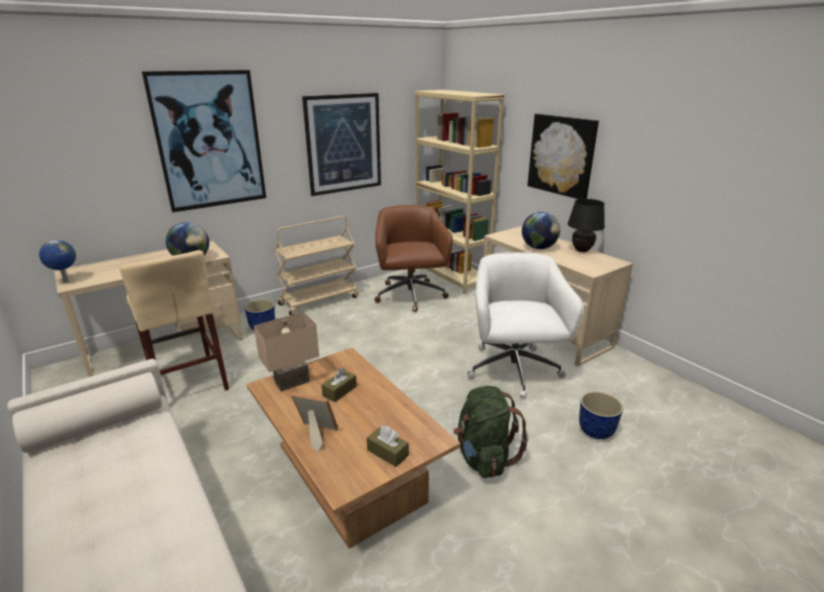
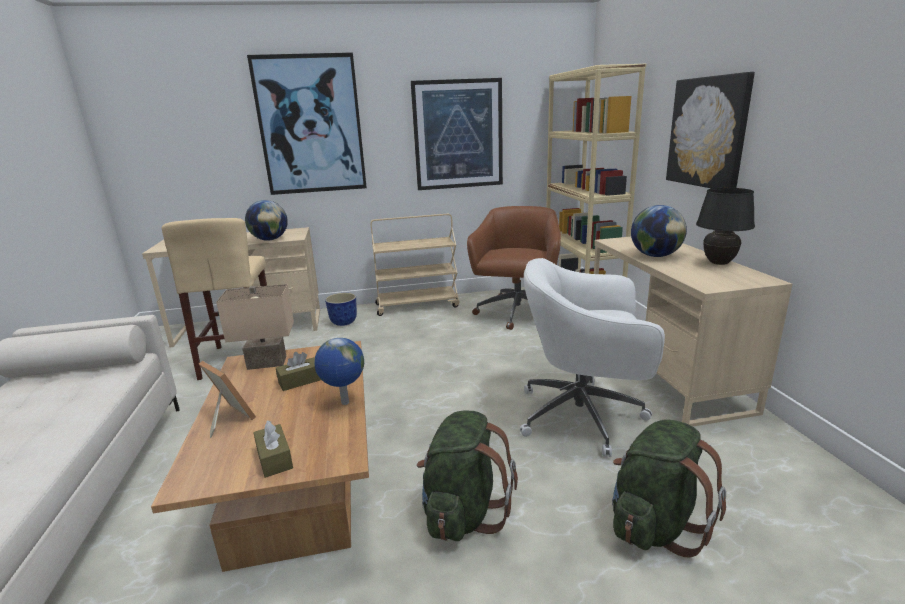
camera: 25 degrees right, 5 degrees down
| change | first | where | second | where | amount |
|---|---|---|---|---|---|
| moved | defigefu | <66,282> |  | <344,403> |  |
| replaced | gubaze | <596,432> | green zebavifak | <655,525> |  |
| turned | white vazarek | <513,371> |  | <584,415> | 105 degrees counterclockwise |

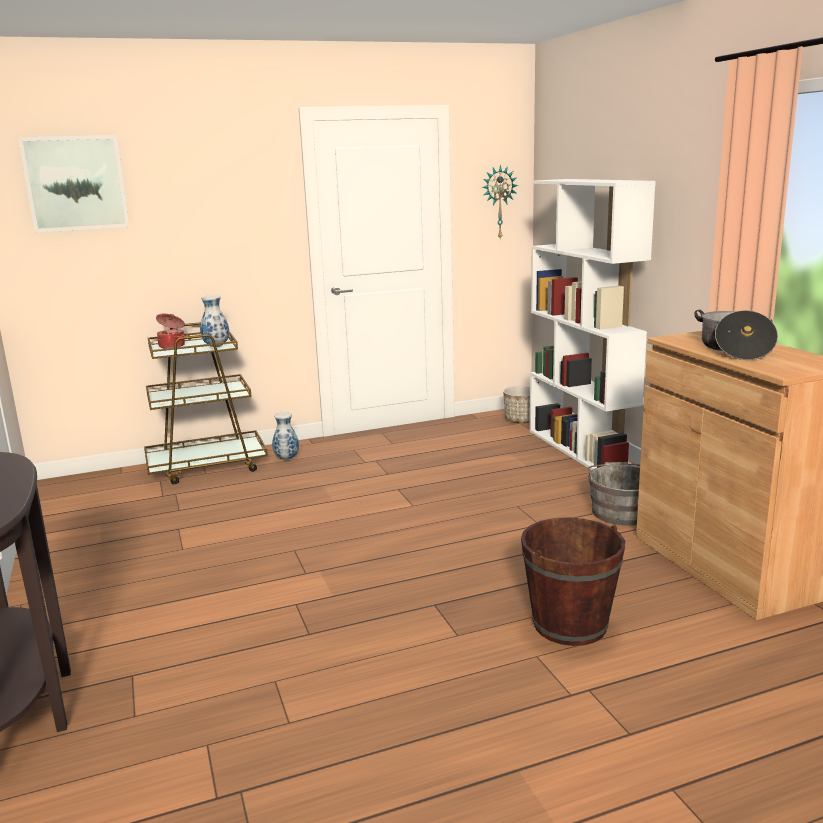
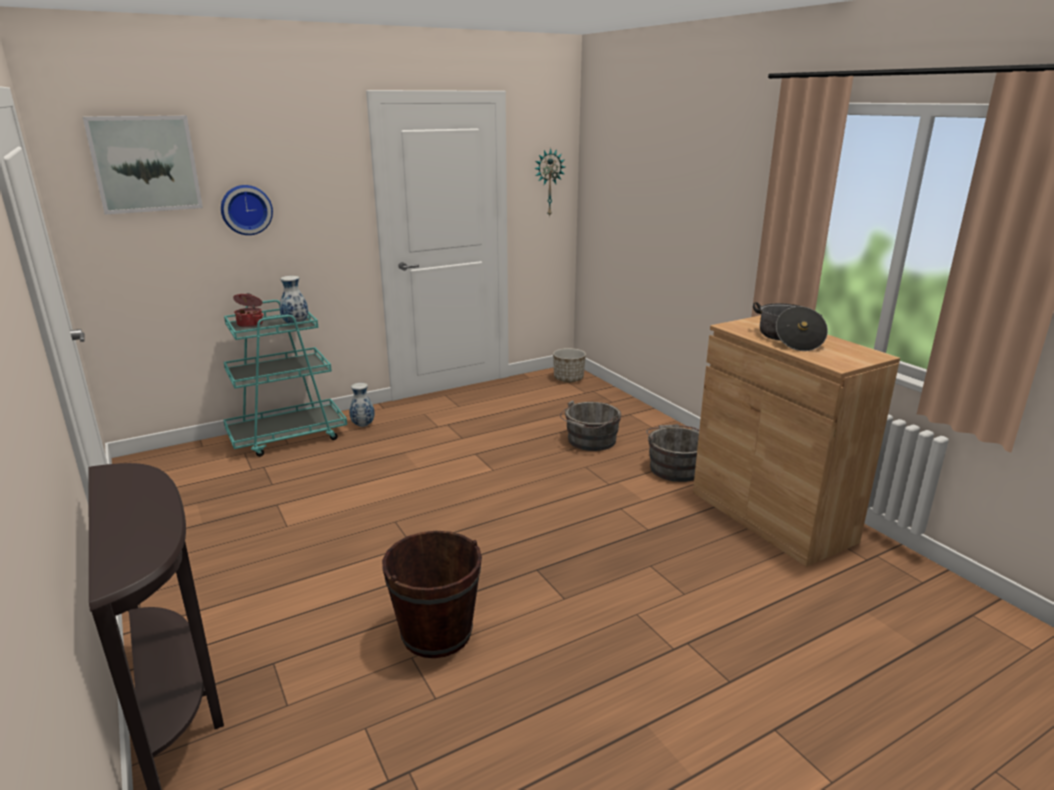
camera: 10 degrees left, 5 degrees up
| change | first | where | second | where | amount |
|---|---|---|---|---|---|
| removed | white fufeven | <581,449> |  |  |  |
| added |  |  | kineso | <246,209> |  |
| added |  |  | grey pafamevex | <590,441> |  |
| moved | brown pafamevex | <569,624> |  | <436,633> |  |
| recoloured | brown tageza | <207,467> | turquoise tageza | <288,436> |  |

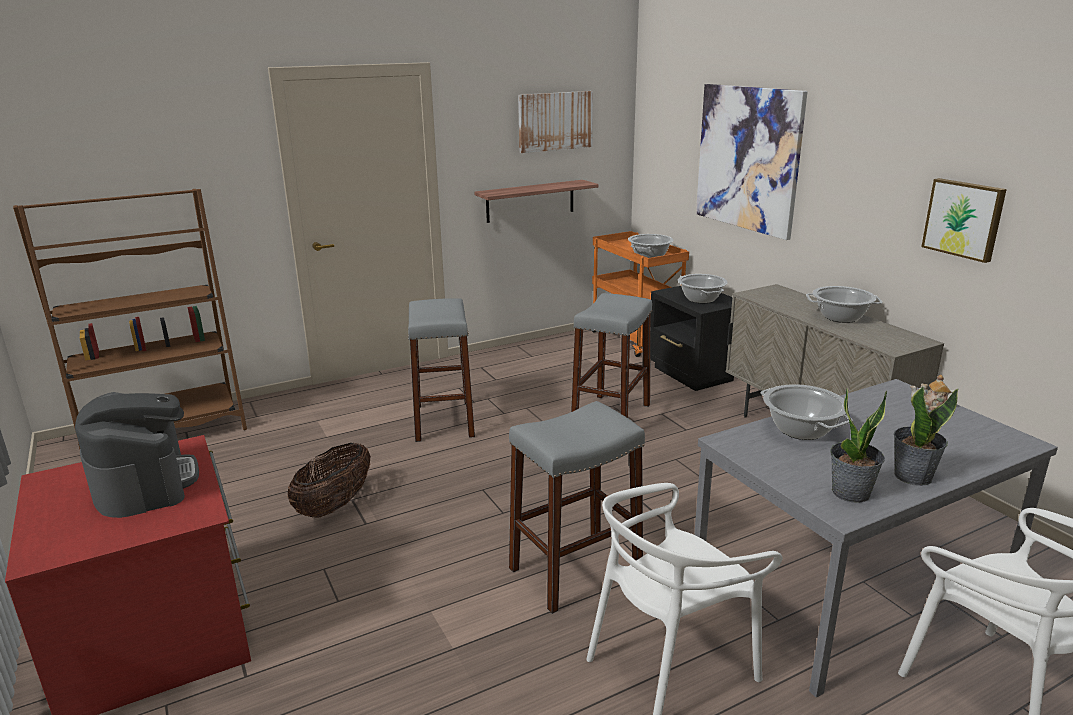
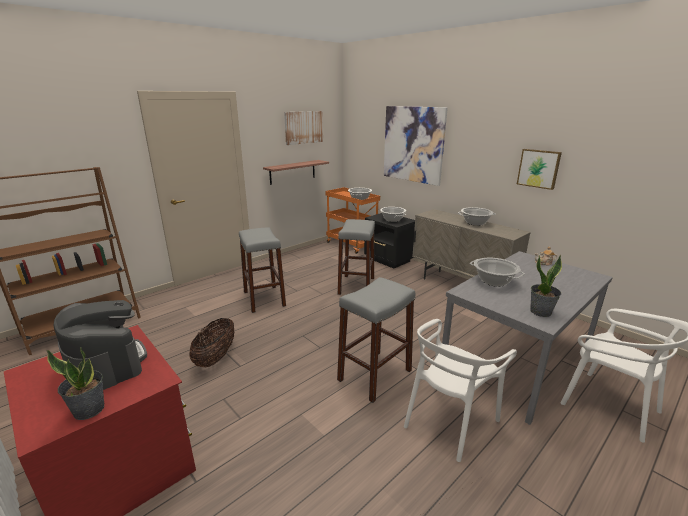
camera: 15 degrees left, 0 degrees up
| change | first | where | second | where | amount |
|---|---|---|---|---|---|
| moved | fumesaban | <912,476> |  | <89,409> |  |

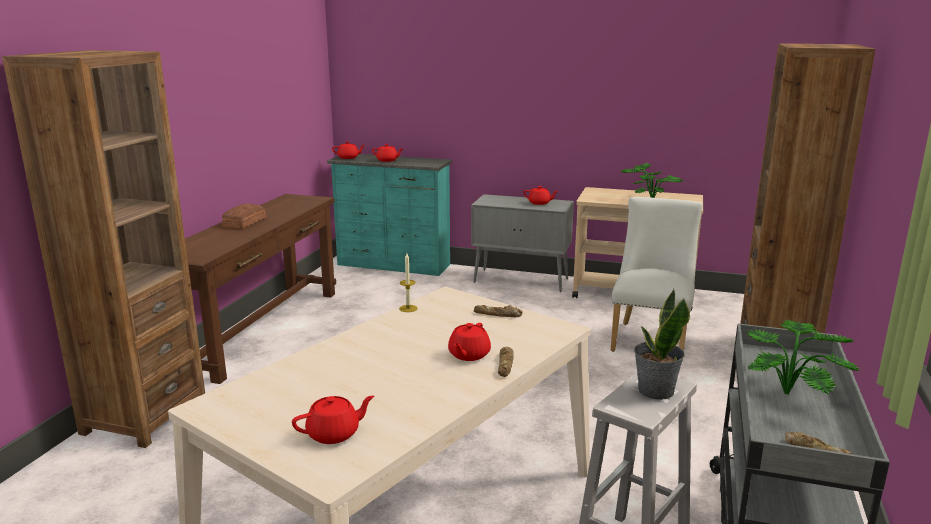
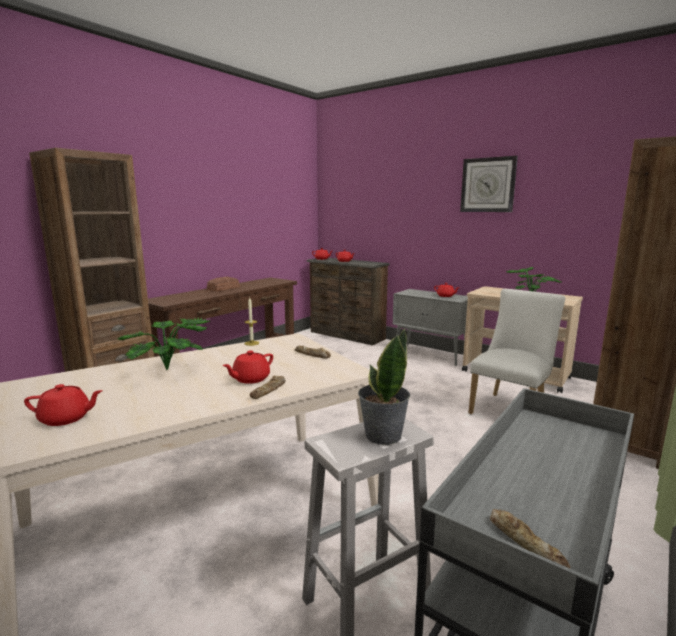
camera: 20 degrees right, 5 degrees down
| change | first | where | second | where | amount |
|---|---|---|---|---|---|
| added |  |  | kineso | <488,185> |  |
| moved | fumesaban | <793,394> |  | <171,370> |  |
| recoloured | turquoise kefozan | <393,265> | brown kefozan | <346,336> |  |

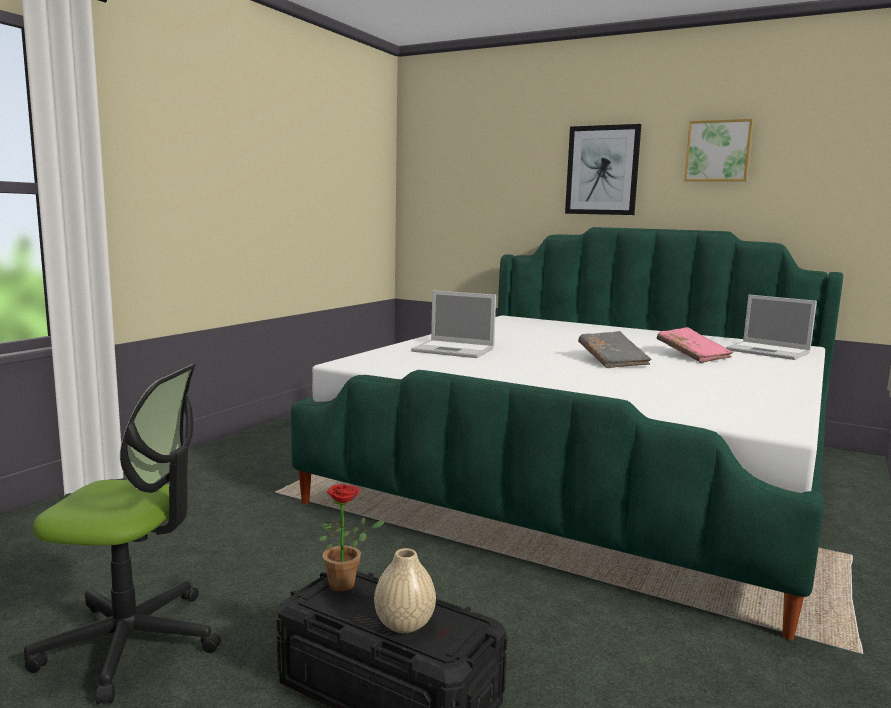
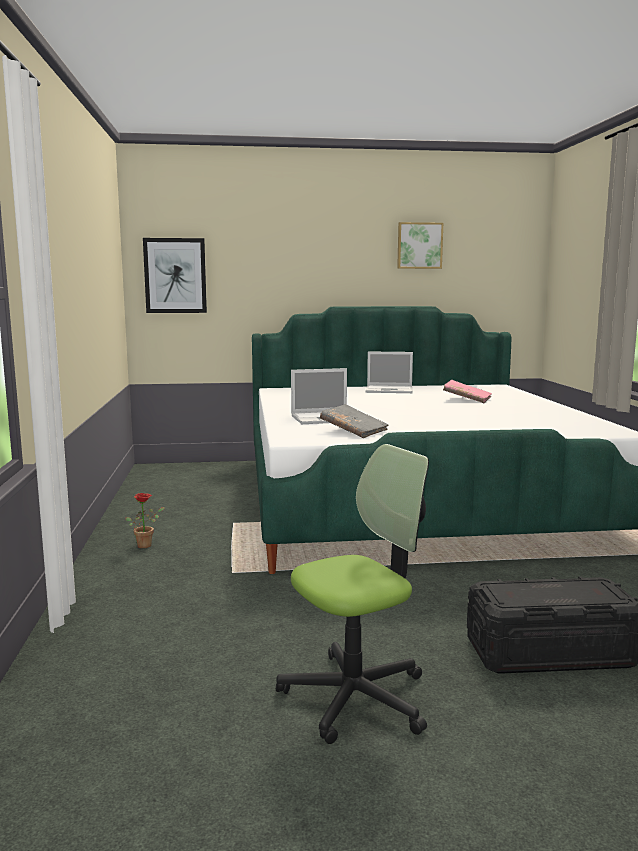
camera: 35 degrees left, 0 degrees up
| change | first | where | second | where | amount |
|---|---|---|---|---|---|
| removed | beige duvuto | <404,623> |  |  |  |
| moved | fumesaban | <347,584> |  | <147,545> |  |
| moved | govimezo | <602,170> |  | <175,275> |  |
| moved | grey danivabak | <612,361> |  | <353,431> |  |
| moved | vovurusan | <769,351> |  | <390,390> |  |

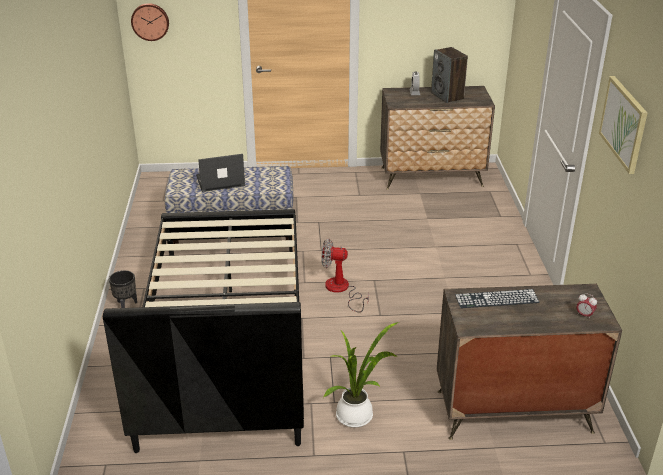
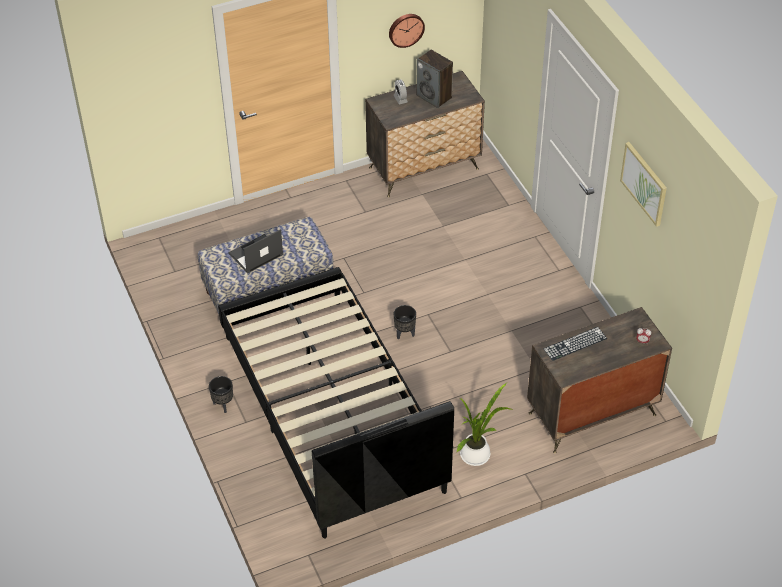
camera: 20 degrees left, 15 degrees up
| change | first | where | second | where | amount |
|---|---|---|---|---|---|
| moved | kineso | <150,21> |  | <405,29> |  |
| replaced | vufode | <341,290> | black gubaze | <405,334> |  |

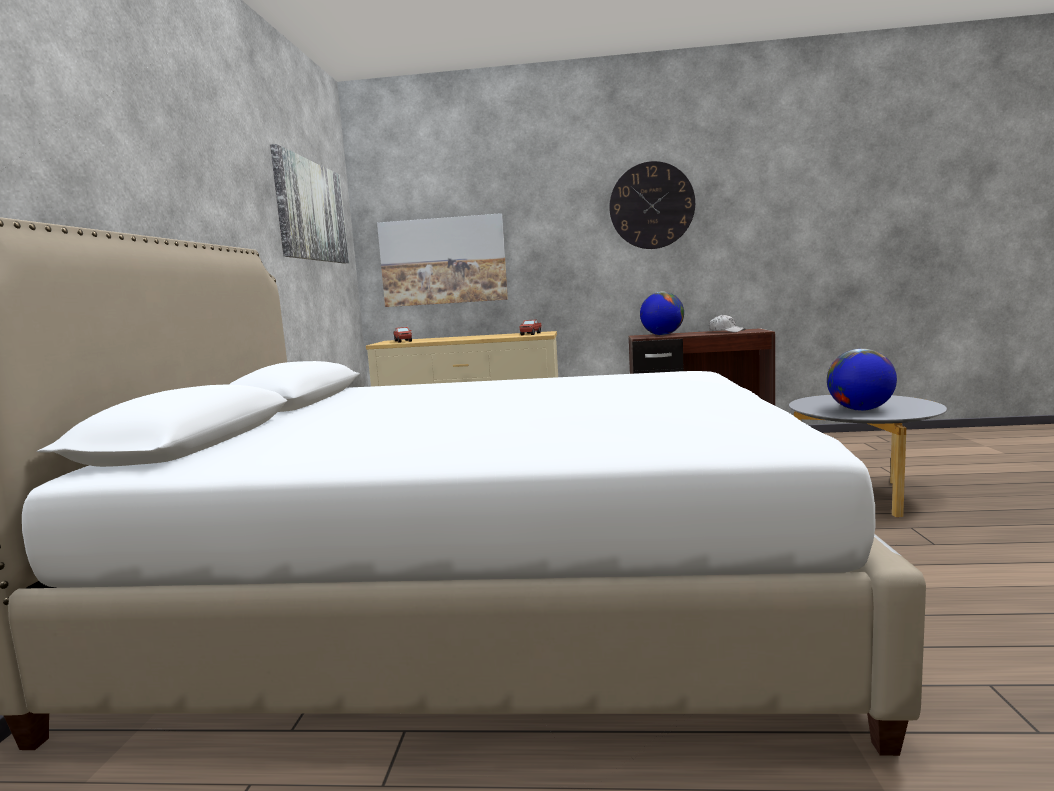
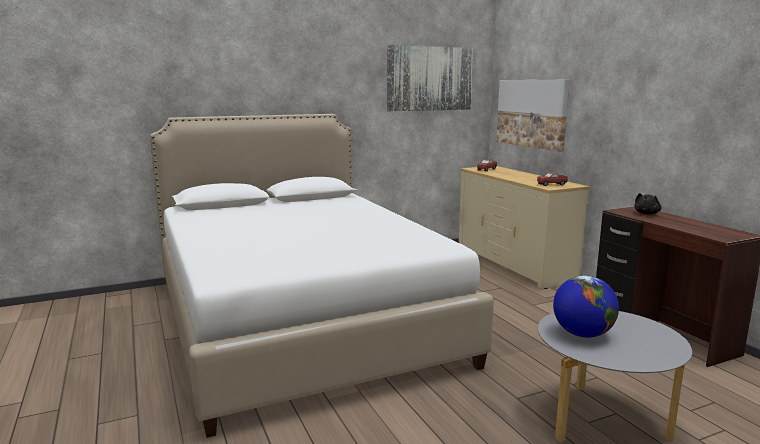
camera: 60 degrees right, 5 degrees up
| change | first | where | second | where | amount |
|---|---|---|---|---|---|
| removed | kineso | <651,205> |  |  |  |
| removed | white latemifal | <726,331> |  |  |  |
| replaced | defigefu | <662,335> | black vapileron | <647,213> |  |

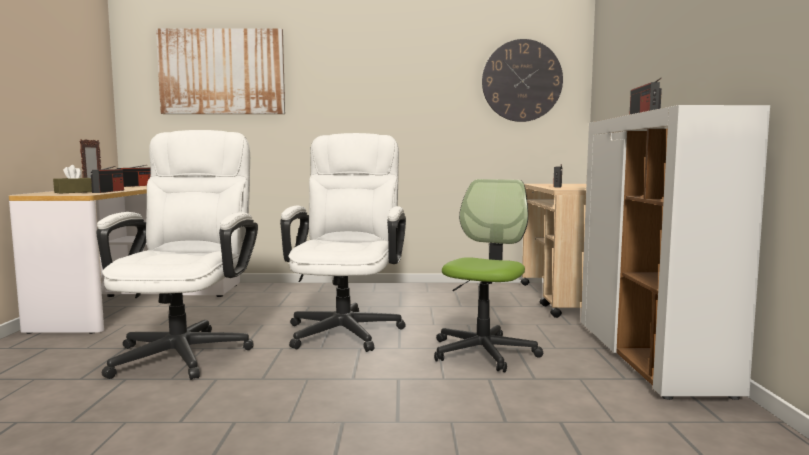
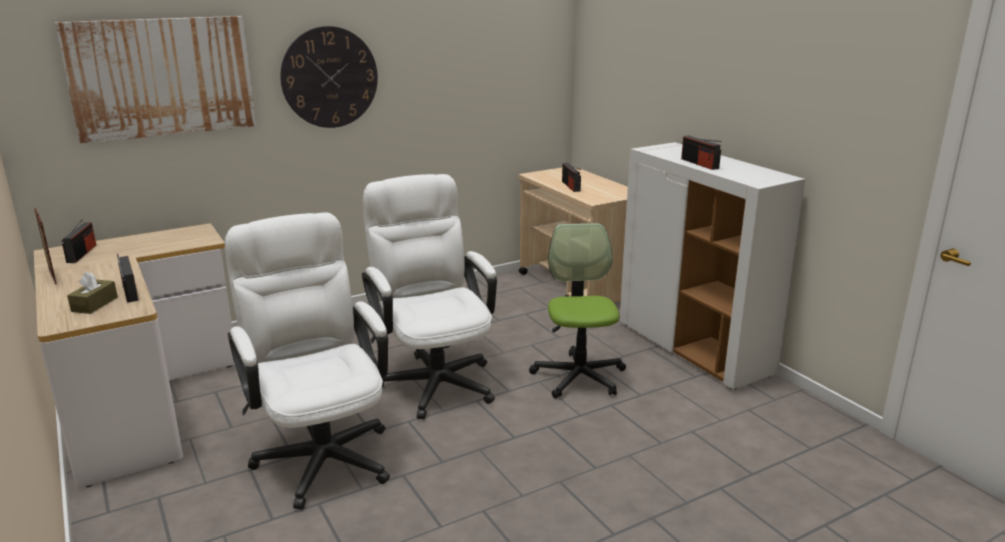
camera: 30 degrees left, 15 degrees up
| change | first | where | second | where | amount |
|---|---|---|---|---|---|
| moved | kineso | <522,81> |  | <329,77> |  |

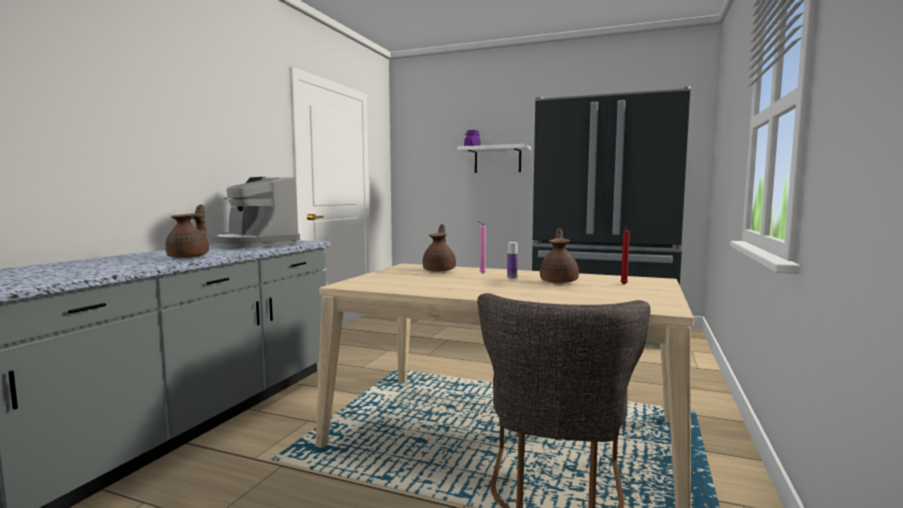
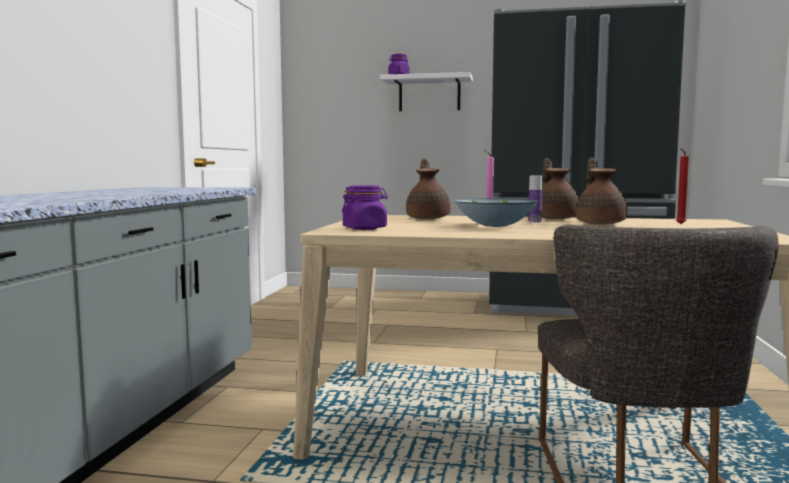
camera: 10 degrees left, 0 degrees up
| change | first | where | second | where | amount |
|---|---|---|---|---|---|
| removed | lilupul | <254,244> |  |  |  |
| added |  |  | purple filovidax | <365,228> |  |
| added |  |  | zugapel | <495,226> |  |
| moved | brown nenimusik | <190,257> |  | <556,218> |  |

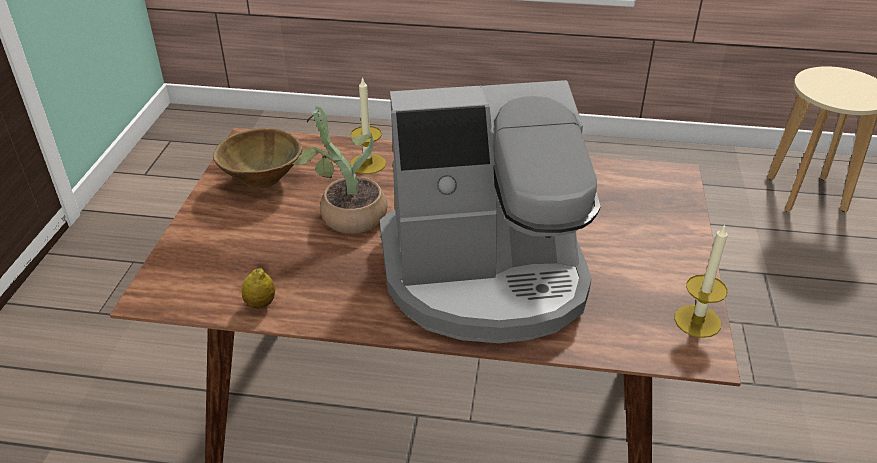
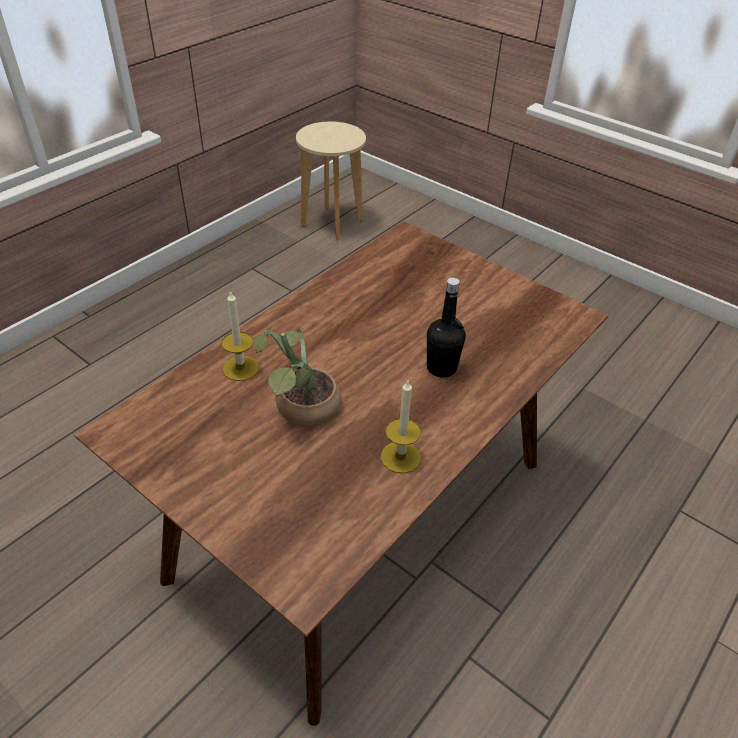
camera: 60 degrees left, 5 degrees up
| change | first | where | second | where | amount |
|---|---|---|---|---|---|
| removed | brown zugapel | <261,180> |  |  |  |
| removed | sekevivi | <260,304> |  |  |  |
| moved | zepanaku | <697,321> |  | <400,457> |  |
| replaced | lilupul | <486,275> | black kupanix | <441,368> |  |

